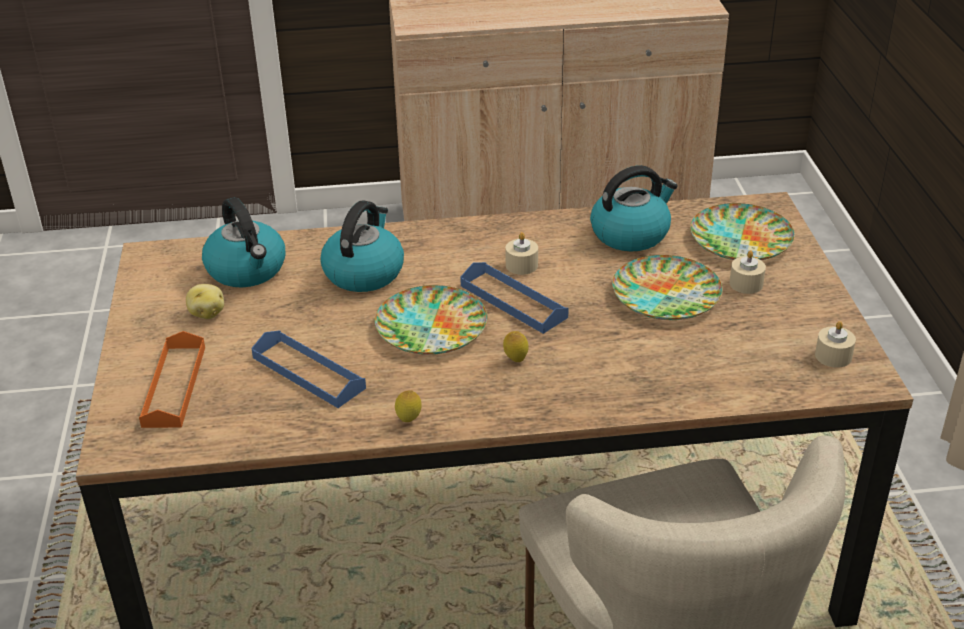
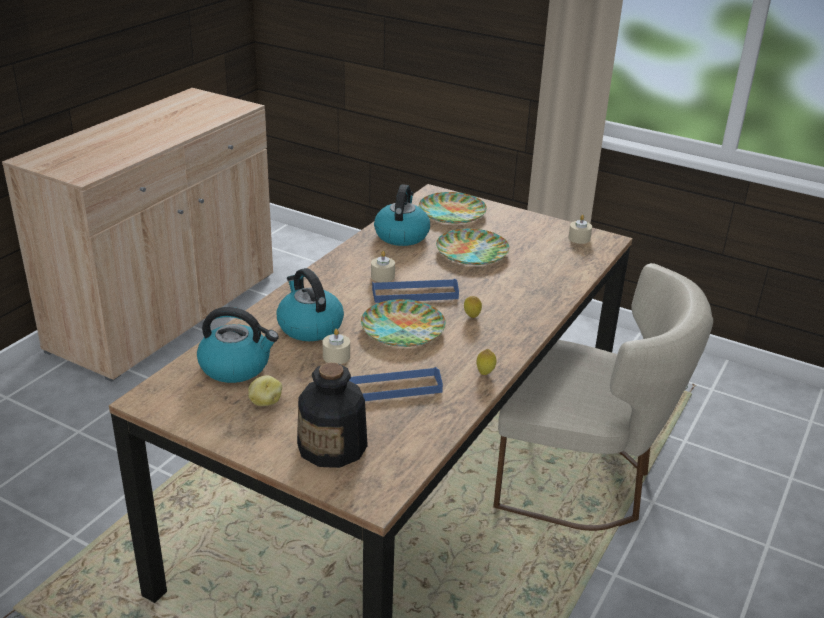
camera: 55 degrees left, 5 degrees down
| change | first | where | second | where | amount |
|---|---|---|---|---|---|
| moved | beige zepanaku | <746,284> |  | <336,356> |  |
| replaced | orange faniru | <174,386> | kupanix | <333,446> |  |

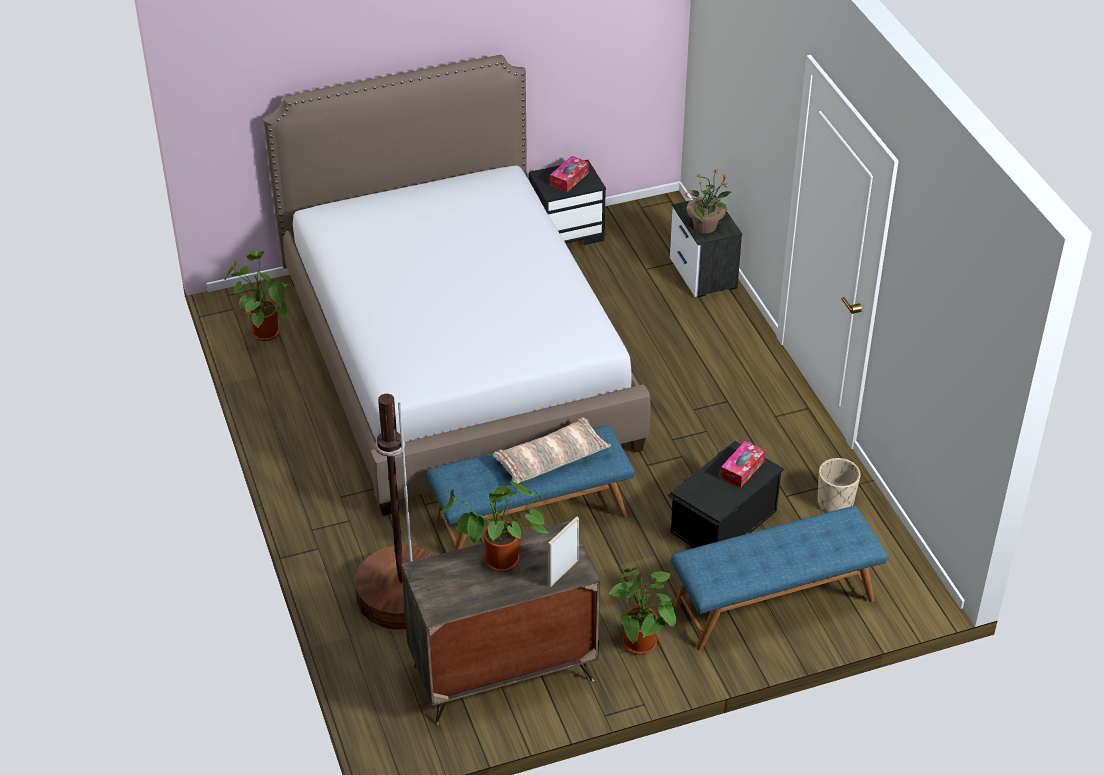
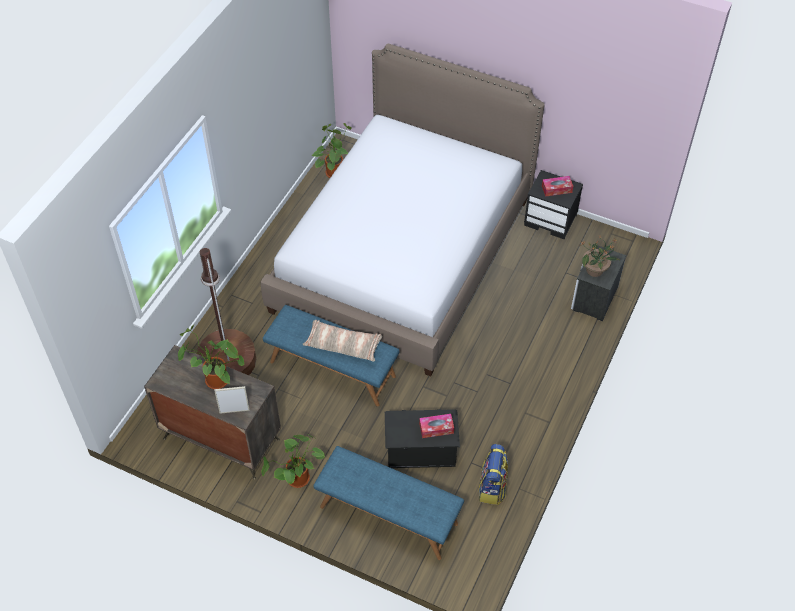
camera: 45 degrees right, 10 degrees up
| change | first | where | second | where | amount |
|---|---|---|---|---|---|
| replaced | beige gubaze | <835,502> | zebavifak | <492,488> |  |

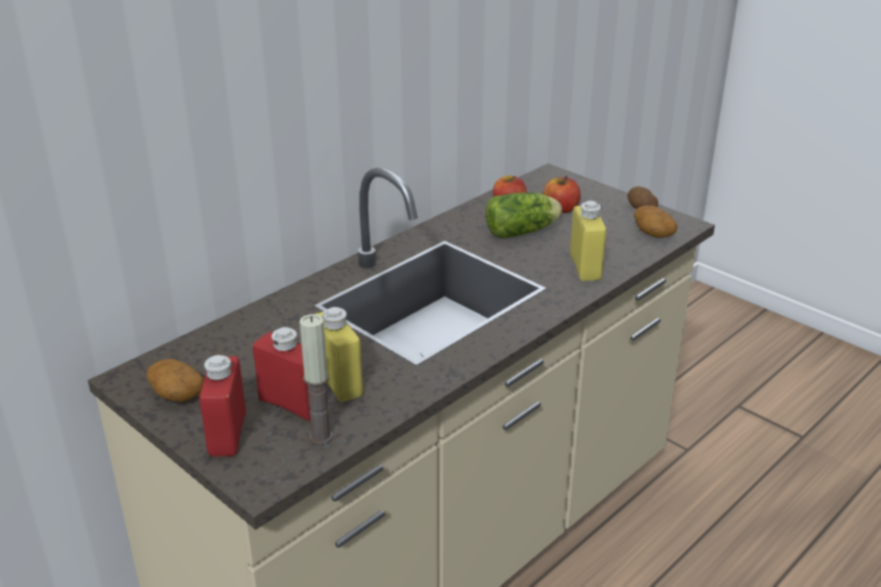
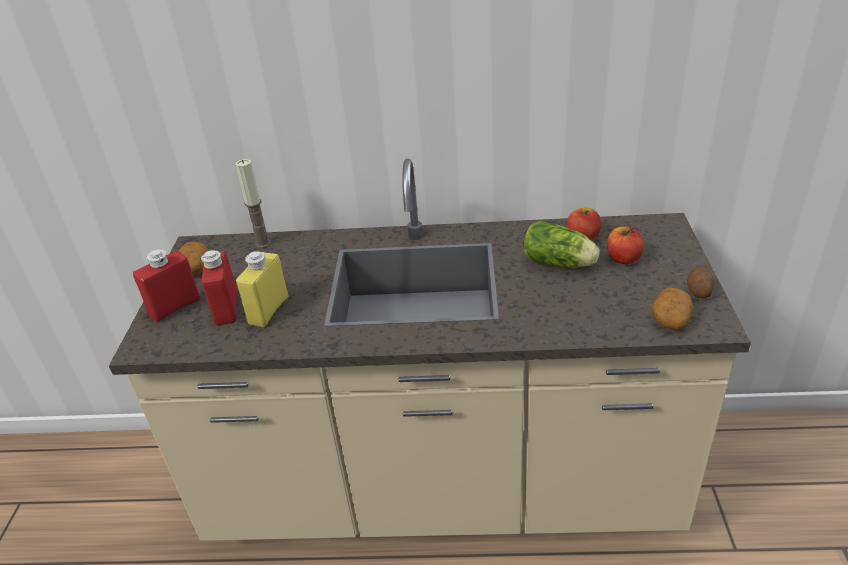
camera: 50 degrees right, 5 degrees up
| change | first | where | second | where | amount |
|---|---|---|---|---|---|
| removed | yellow kupanix | <585,267> |  |  |  |
| moved | zepanaku | <321,436> |  | <263,243> |  |

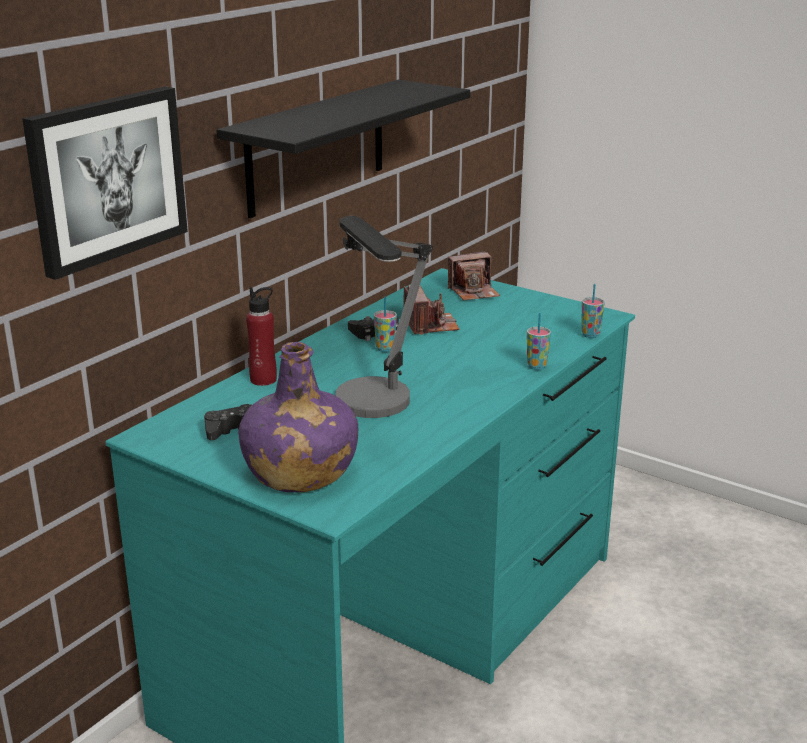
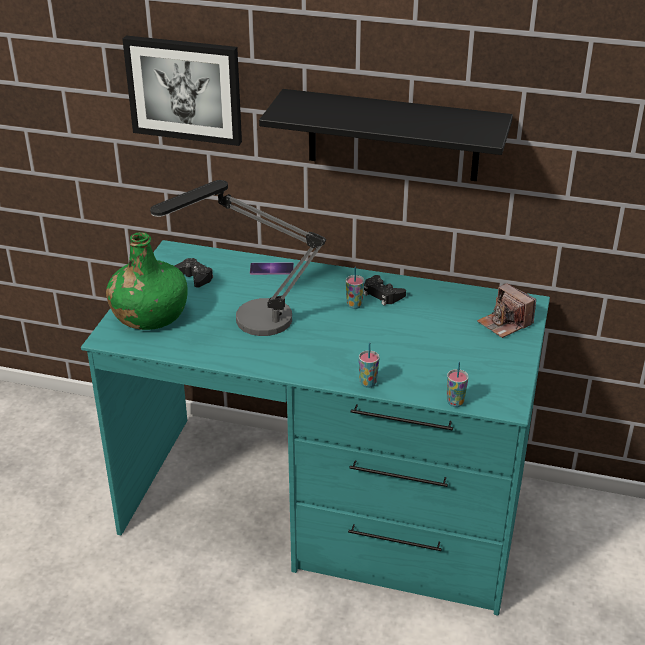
camera: 70 degrees right, 10 degrees up
| change | first | where | second | where | amount |
|---|---|---|---|---|---|
| removed | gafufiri | <430,325> |  |  |  |
| replaced | red kupanix | <263,380> | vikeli | <271,269> |  |
| recoloured | purple kupanix | <299,472> | green kupanix | <149,315> |  |

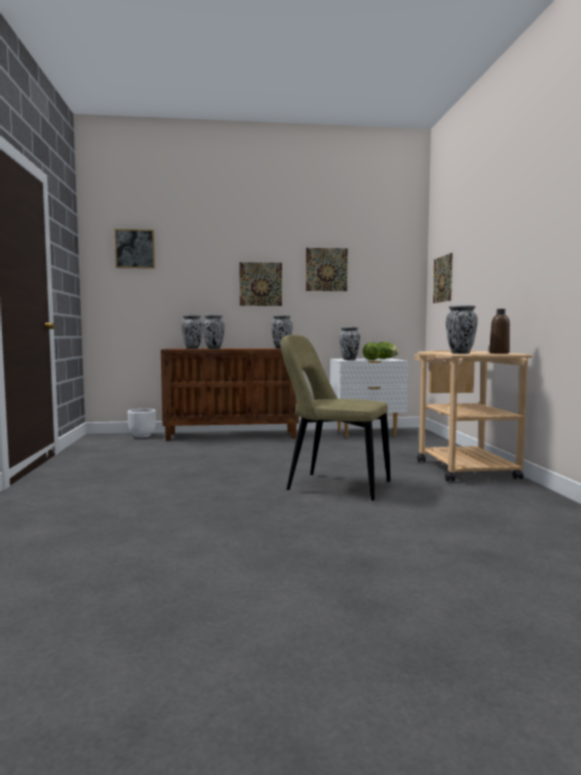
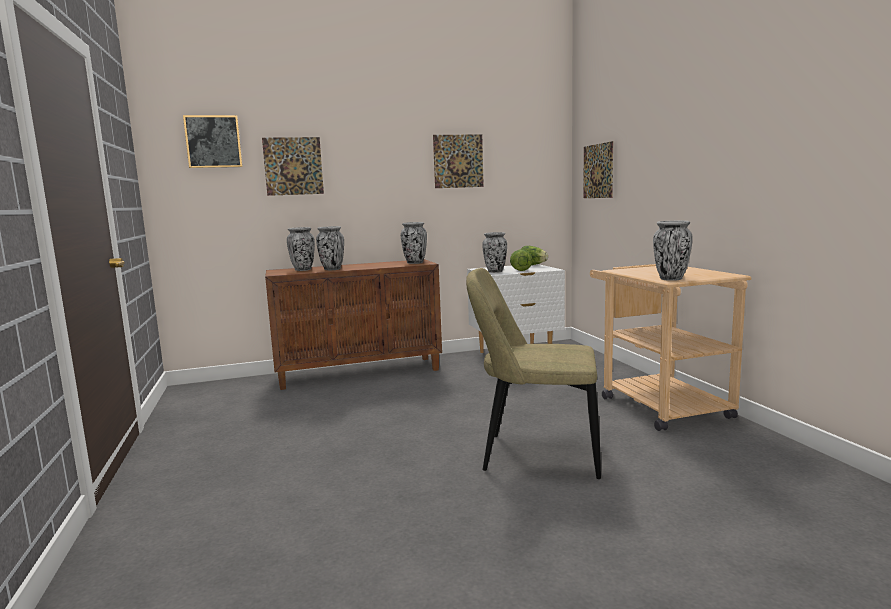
camera: 10 degrees left, 5 degrees up
| change | first | where | second | where | amount |
|---|---|---|---|---|---|
| removed | white gubaze | <142,436> |  |  |  |
| removed | brown kupanix | <499,353> |  |  |  |
| moved | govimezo | <260,284> |  | <293,166> |  |

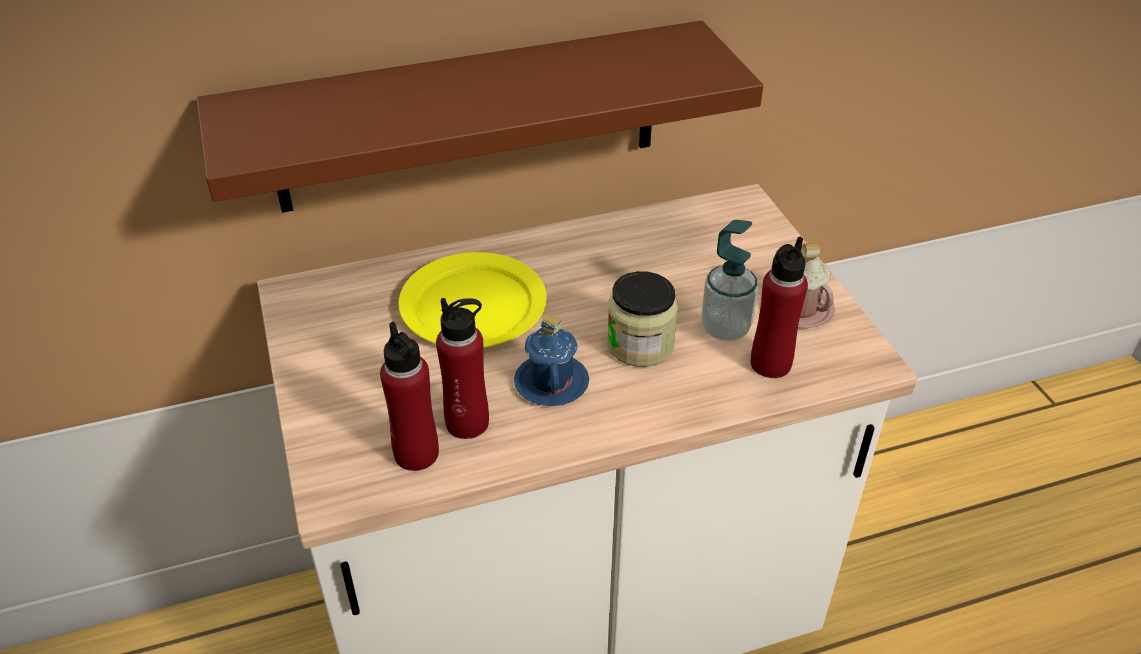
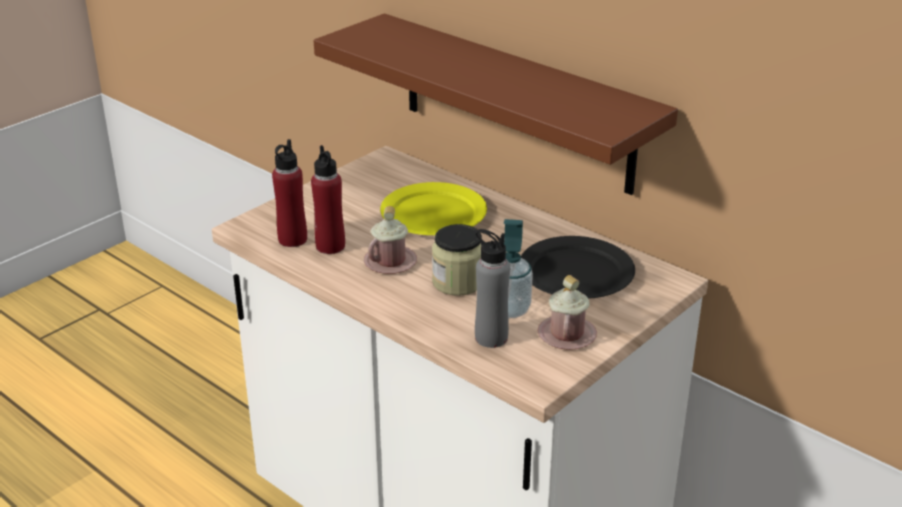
camera: 60 degrees right, 10 degrees down
| change | first | where | second | where | amount |
|---|---|---|---|---|---|
| added |  |  | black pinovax | <576,273> |  |
| recoloured | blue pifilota | <551,382> | pink pifilota | <390,262> |  |
| recoloured | red kupanix | <770,364> | grey kupanix | <491,337> |  |

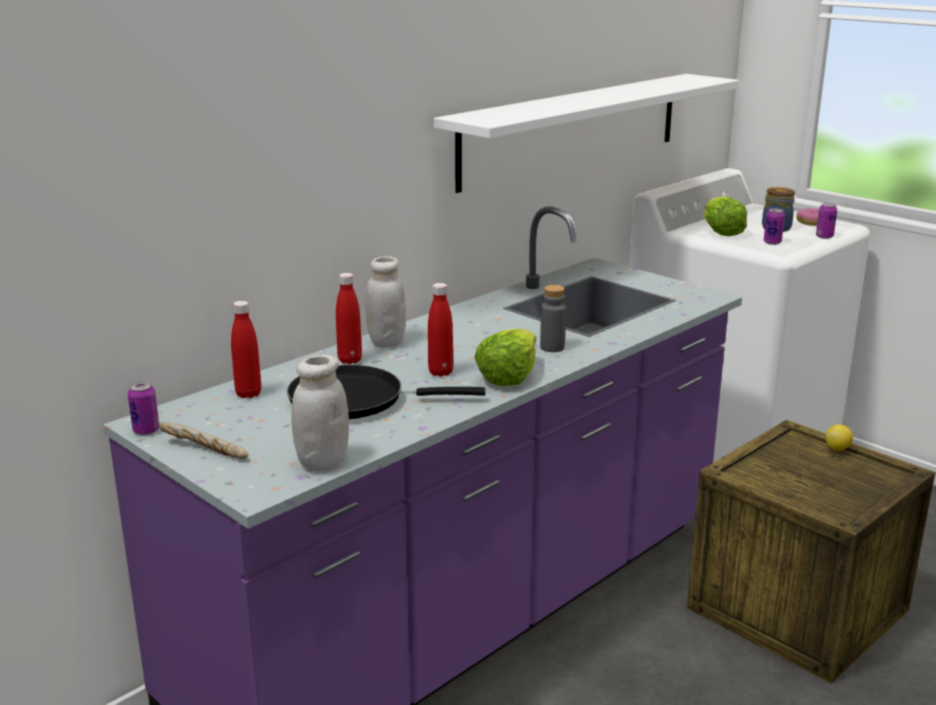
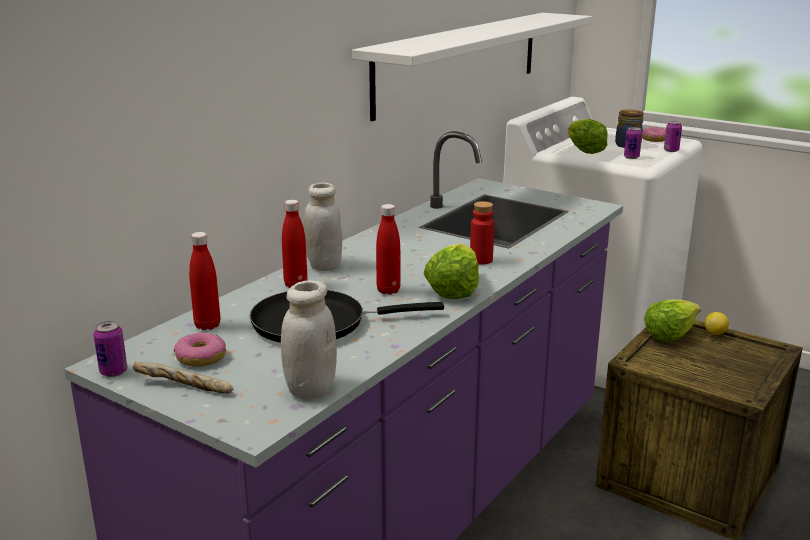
camera: 10 degrees left, 0 degrees up
| change | first | where | second | where | amount |
|---|---|---|---|---|---|
| added |  |  | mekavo | <200,358> |  |
| added |  |  | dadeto | <669,334> |  |
| recoloured | grey kupanix | <552,347> | red kupanix | <481,260> |  |

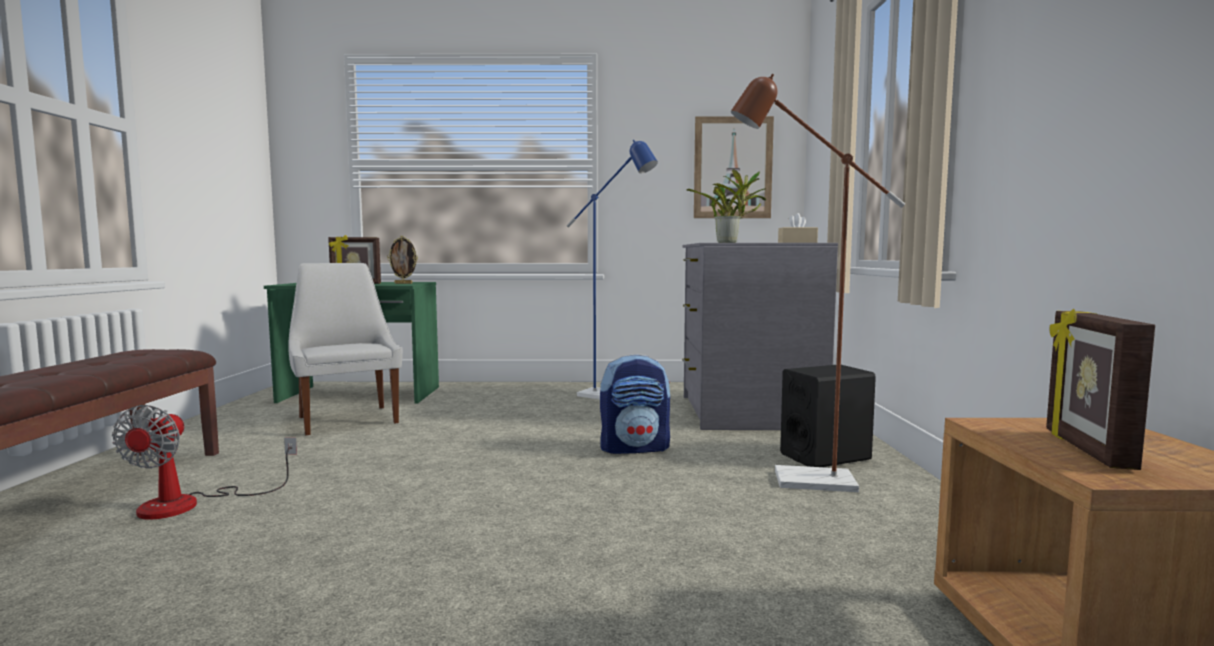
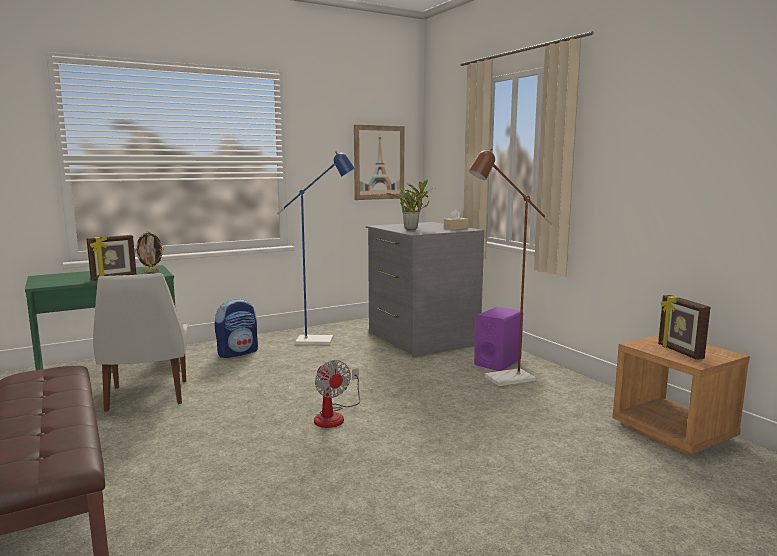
camera: 30 degrees left, 5 degrees up
| change | first | where | second | where | amount |
|---|---|---|---|---|---|
| moved | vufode | <191,504> |  | <334,416> |  |
| moved | zebavifak | <635,448> |  | <238,353> |  |
| recoloured | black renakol | <825,456> | purple renakol | <497,362> |  |
| turned | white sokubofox | <347,419> |  | <147,397> | 135 degrees counterclockwise |

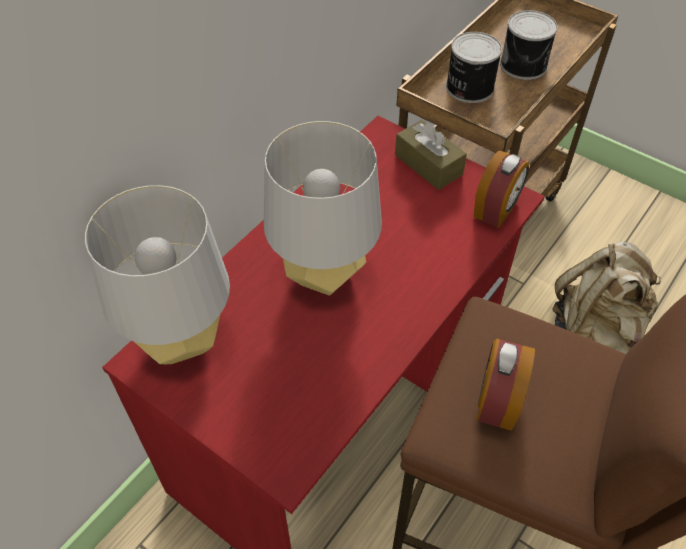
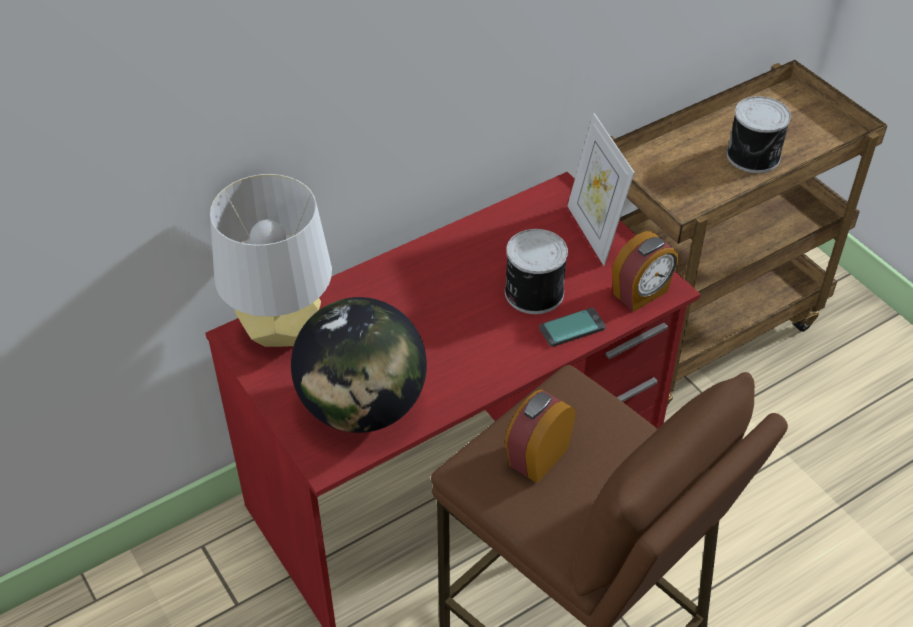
camera: 20 degrees right, 5 degrees down
| change | first | where | second | where | amount |
|---|---|---|---|---|---|
| removed | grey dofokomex | <324,275> |  |  |  |
| removed | beige zebavifak | <593,333> |  |  |  |
| added |  |  | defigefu | <362,407> |  |
| added |  |  | vikeli | <572,328> |  |
| moved | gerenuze | <468,87> |  | <532,292> |  |
| replaced | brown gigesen | <428,164> | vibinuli | <594,233> |  |

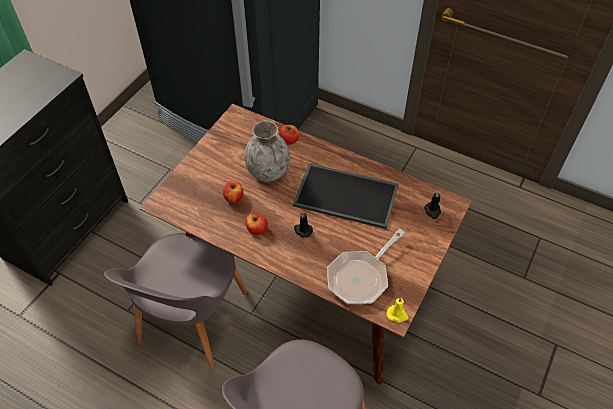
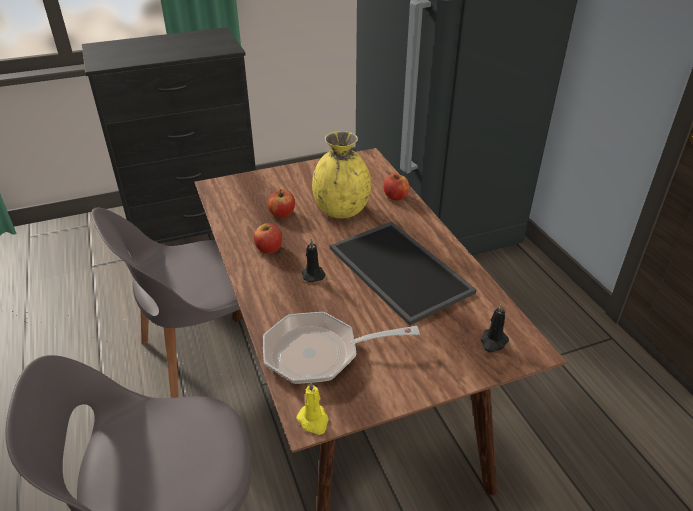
camera: 40 degrees right, 15 degrees down
| change | first | where | second | where | amount |
|---|---|---|---|---|---|
| recoloured | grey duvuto | <268,172> | yellow duvuto | <342,211> |  |

